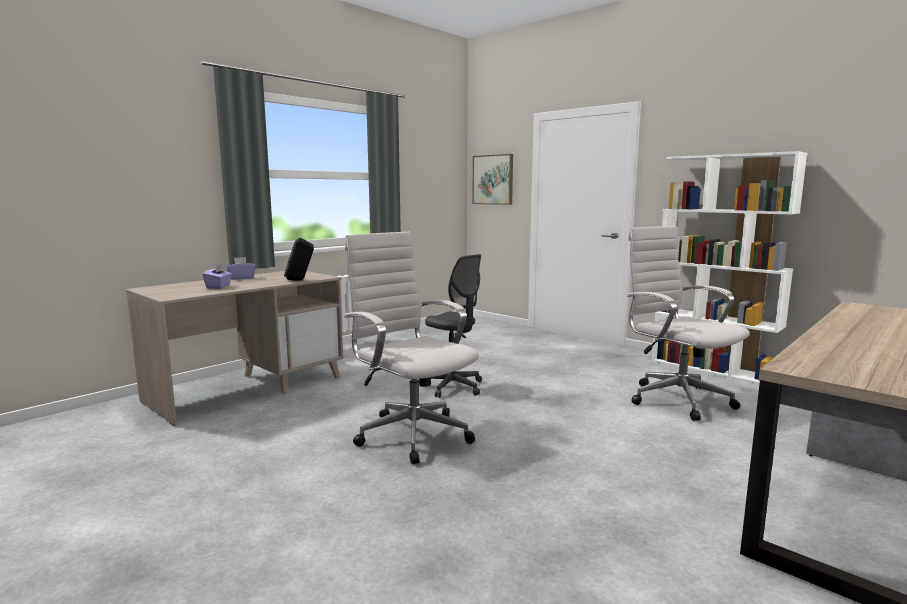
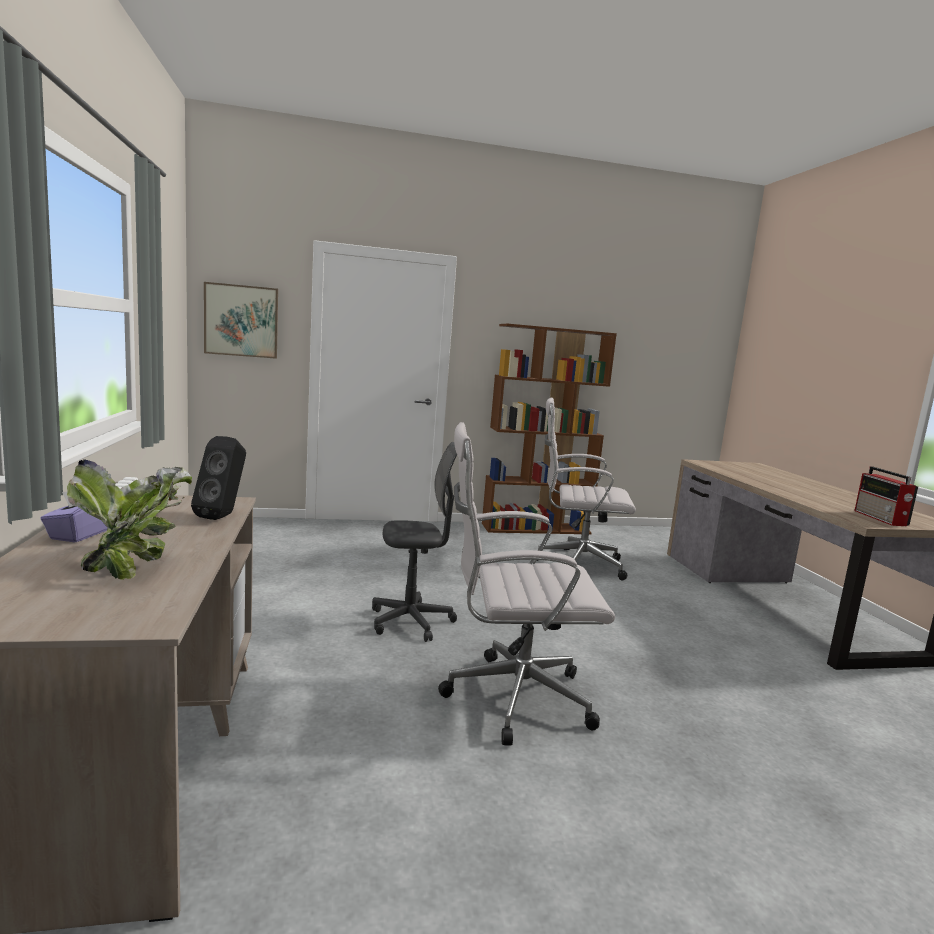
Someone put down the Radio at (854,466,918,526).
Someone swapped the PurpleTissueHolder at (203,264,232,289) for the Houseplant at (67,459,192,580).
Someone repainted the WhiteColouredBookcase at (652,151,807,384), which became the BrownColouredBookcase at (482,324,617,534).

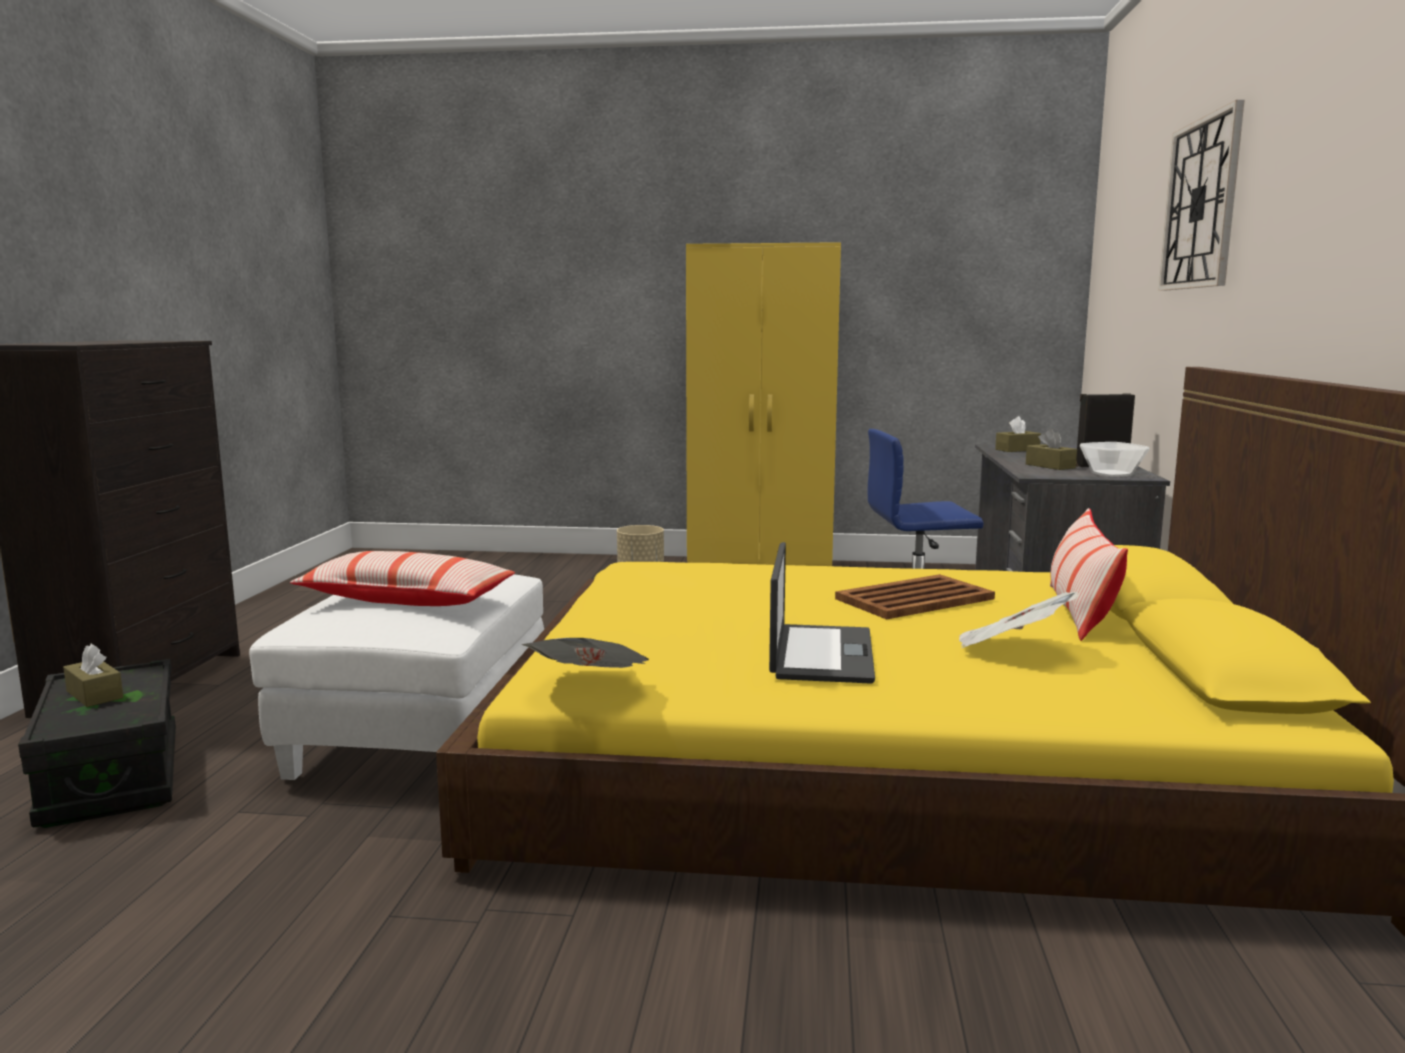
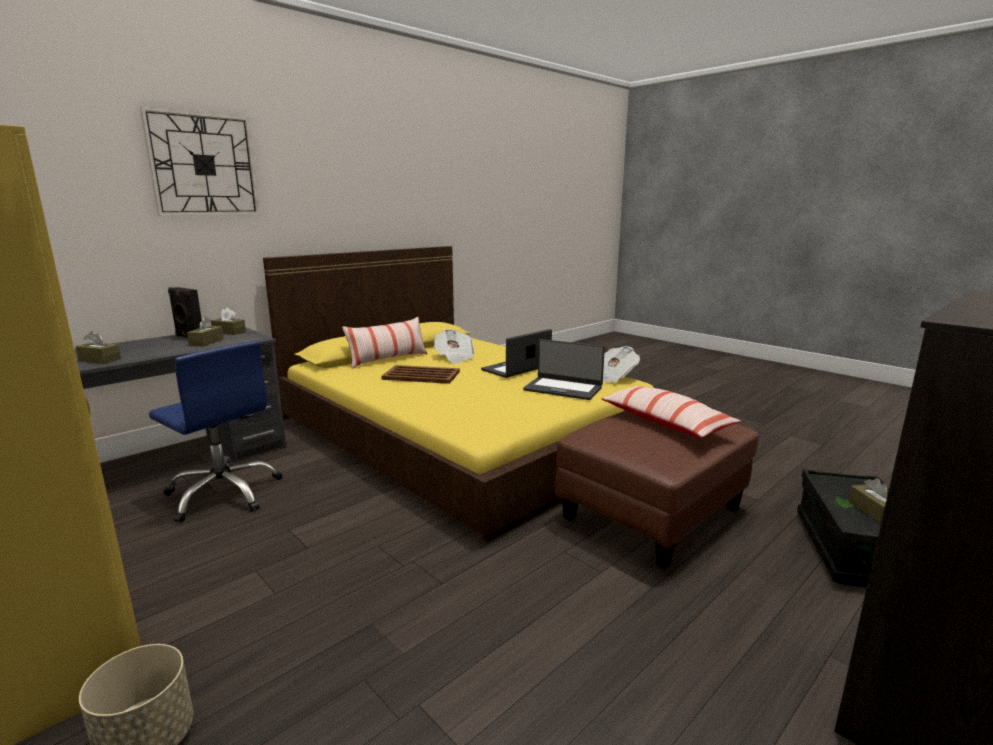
Someone put down the Laptop at (523,339,605,400).
Someone swapped the DeepDish at (1080,442,1150,477) for the BrownColouredTissueHolder at (211,308,246,335).
Someone repainted the WhiteColouredFootrest at (249,574,544,780), which became the BrownColouredFootrest at (555,410,759,569).

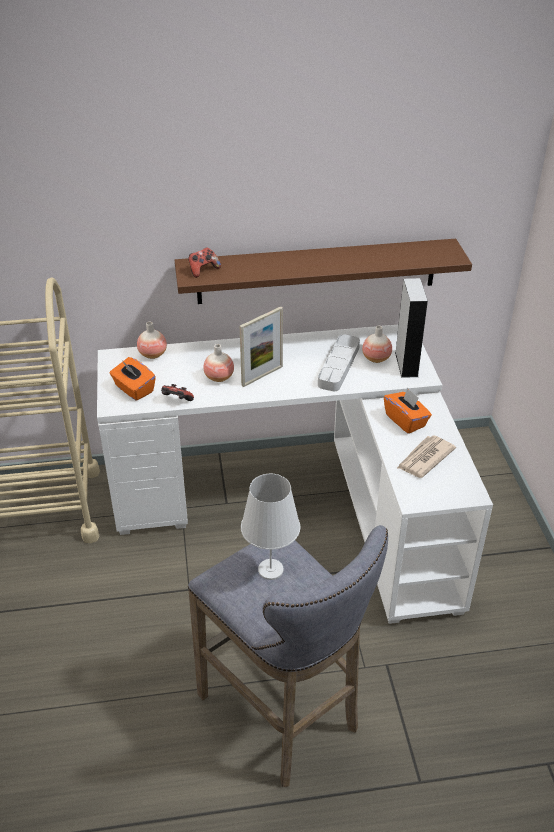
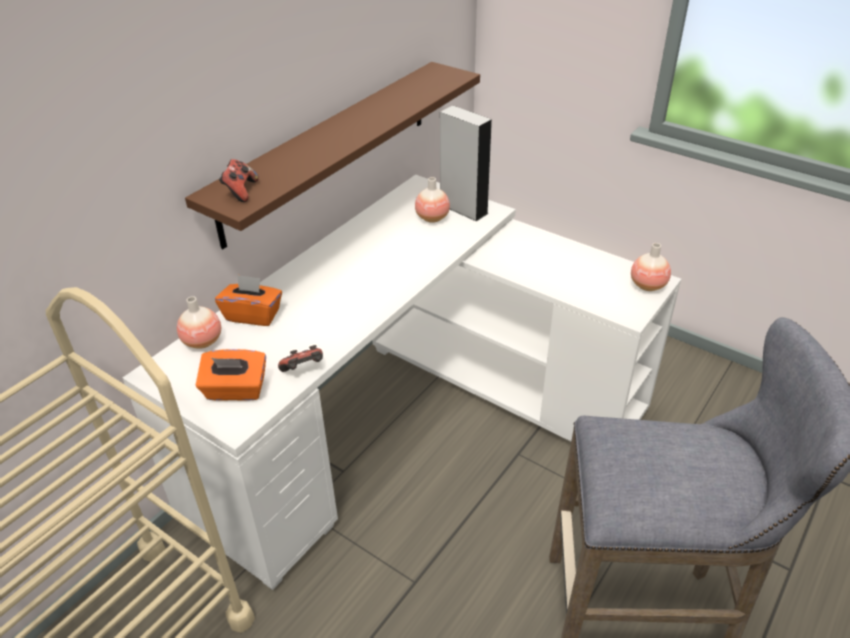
Someone took away the StandingFrame at (240,306,283,387).
Someone took away the WhiteColouredTabletopLamp at (241,474,301,580).
Someone took away the GreyServingTray at (318,334,360,391).
Someone took away the Newspaper at (397,435,456,478).
Someone carried the Vase from (203,344,234,382) to (631,243,671,291).
Someone carried the OrangeTissueHolder from (384,388,432,434) to (215,274,282,326).

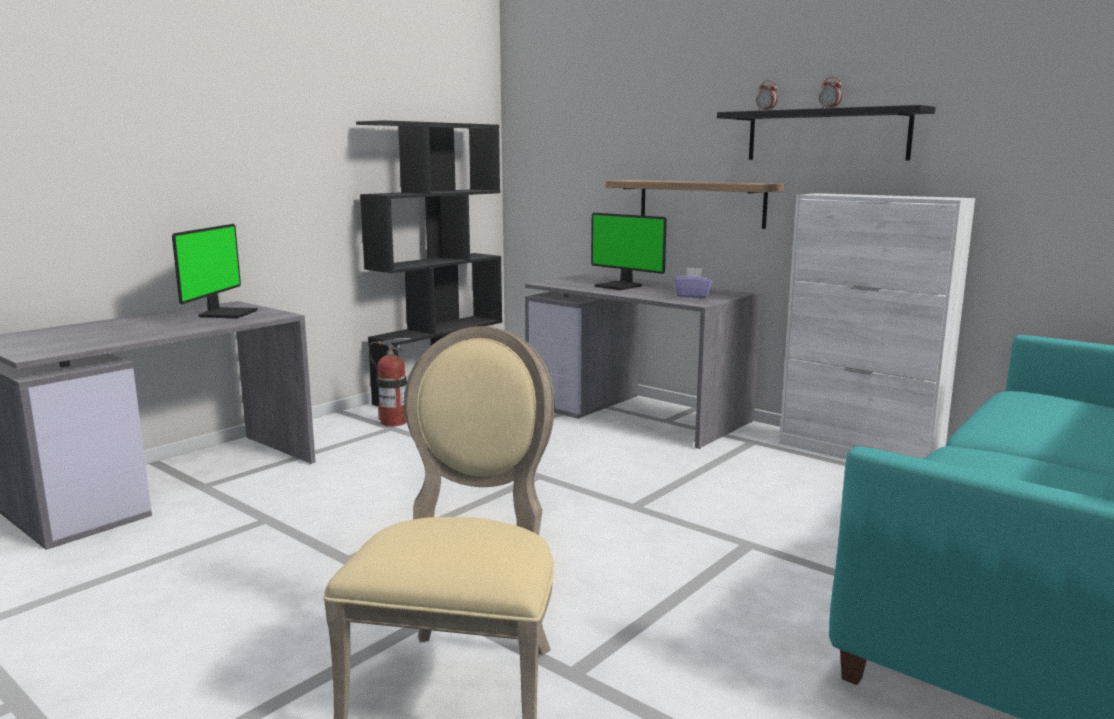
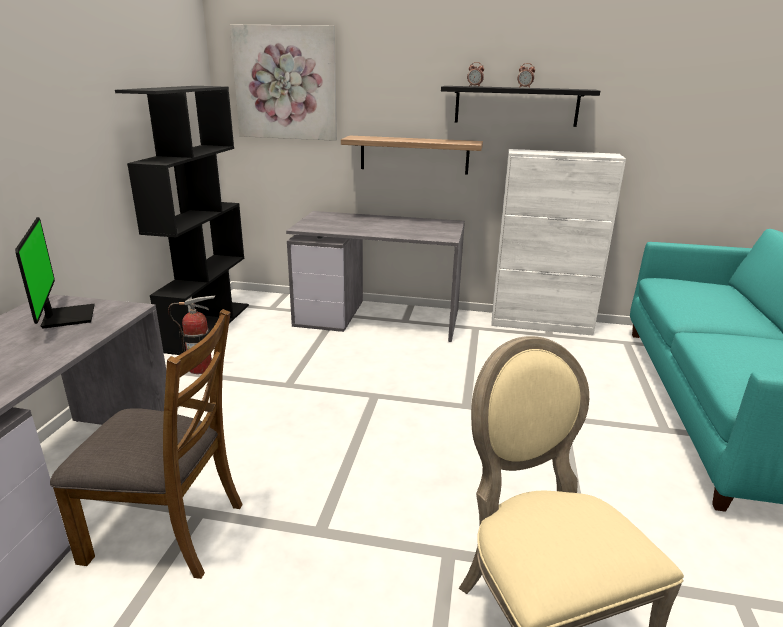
Someone took away the ComputerScreen at (591,213,667,290).
Someone took away the PurpleTissueHolder at (674,268,713,298).
Someone put down the BrownColouredChair at (50,309,243,579).
Someone put up the WallArt at (230,25,337,141).

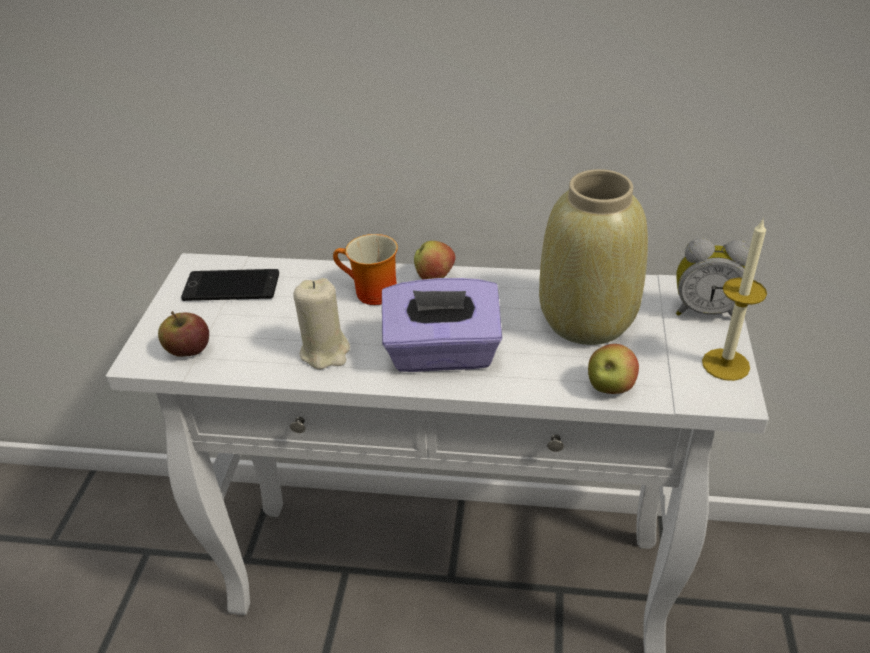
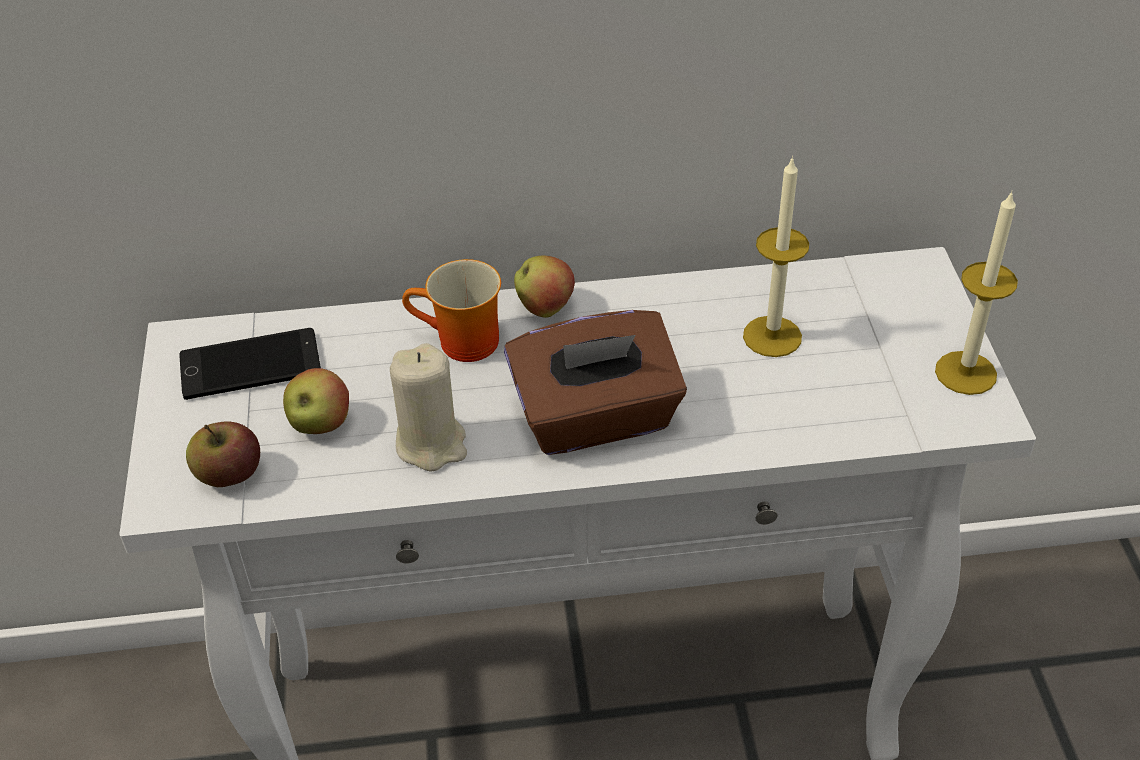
Someone took away the BedsideClock at (676,238,750,317).
Someone carried the AppleFruit from (588,344,639,394) to (283,368,349,434).
Someone swapped the BeigeColouredVase at (539,169,648,345) for the WaxLight at (743,156,809,357).
Someone repainted the PurpleTissueHolder at (382,278,502,372), which became the BrownColouredTissueHolder at (504,310,687,455).

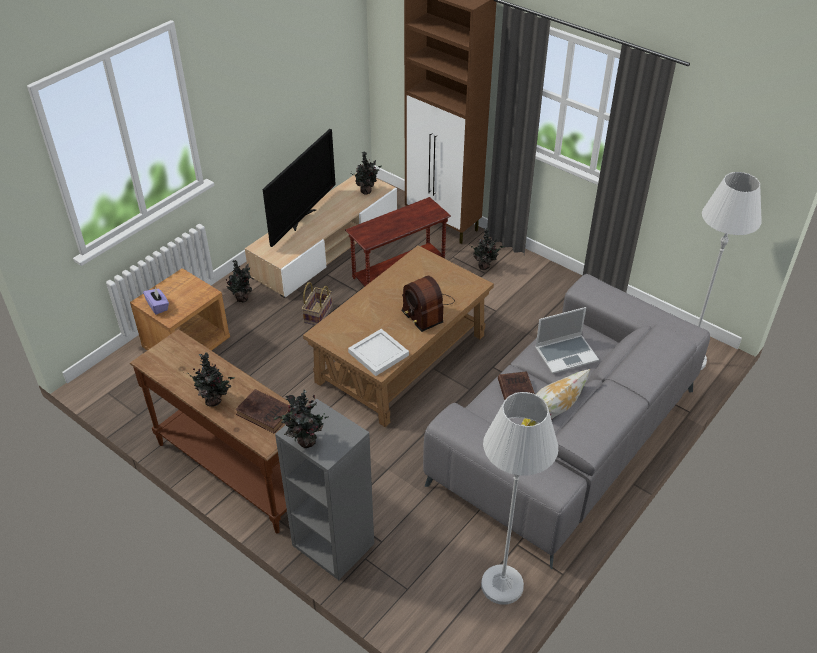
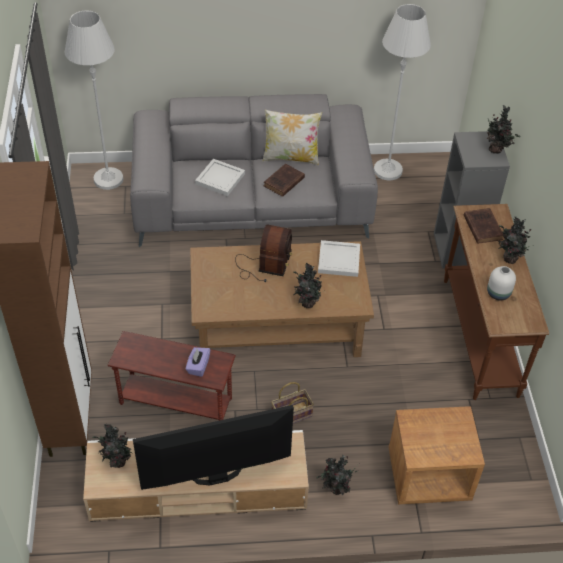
Someone put down the WhiteColouredVase at (487,266,516,301).
Someone carried the PurpleTissueHolder from (143,287,169,315) to (186,347,211,377).
Someone carried the Houseplant from (470,228,504,270) to (293,263,322,308).
Someone swapped the Laptop at (535,307,599,374) for the WhiteColouredServingTray at (195,159,245,196).

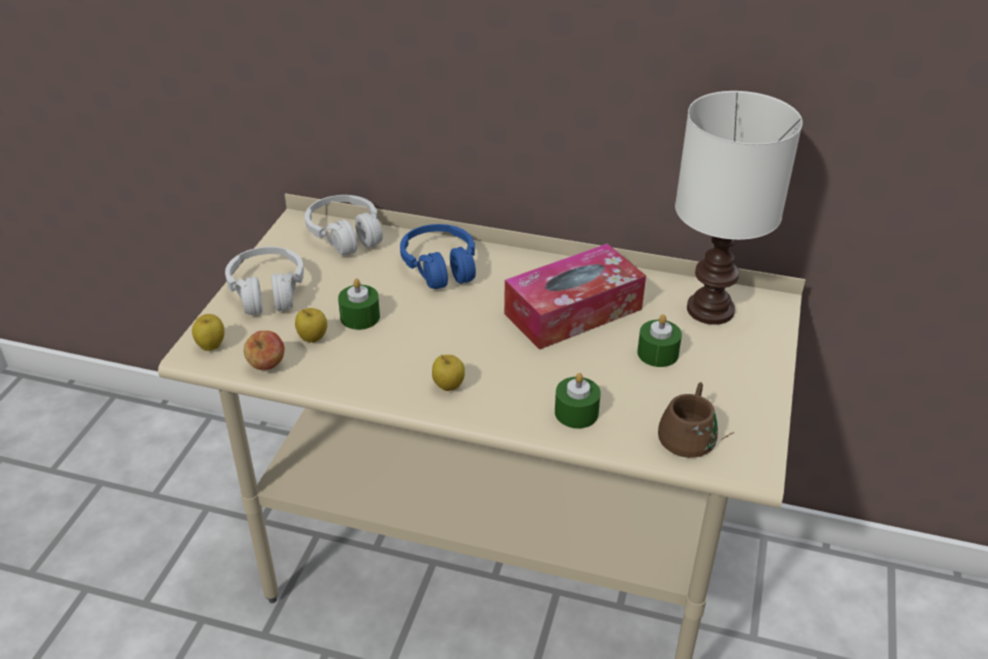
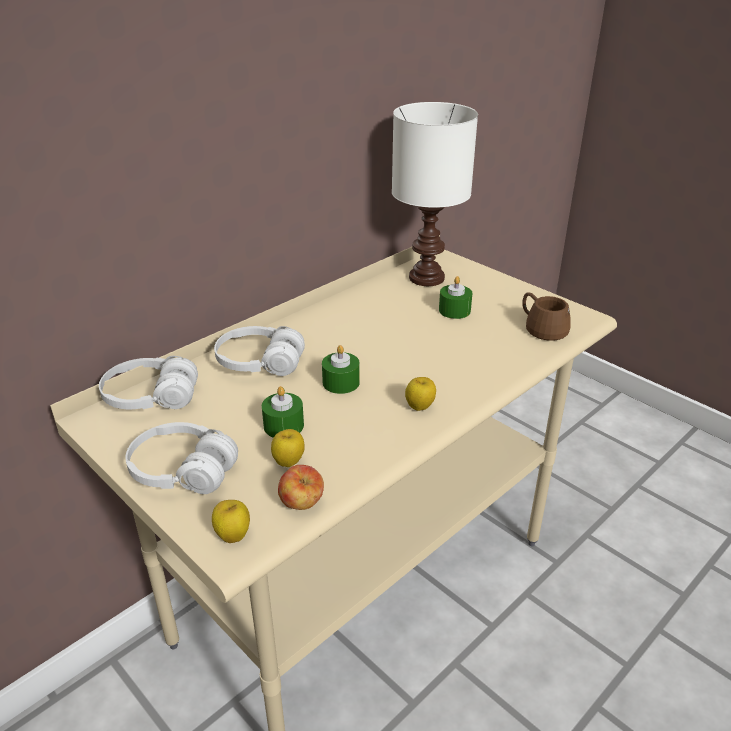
Someone took away the TissueHolder at (504,243,646,350).
Someone carried the GreenWaxLight from (555,373,601,428) to (322,345,360,394).
Someone repainted the BluishHeadphones at (400,224,476,289), which became the WhiteColouredHeadphones at (214,326,305,376).

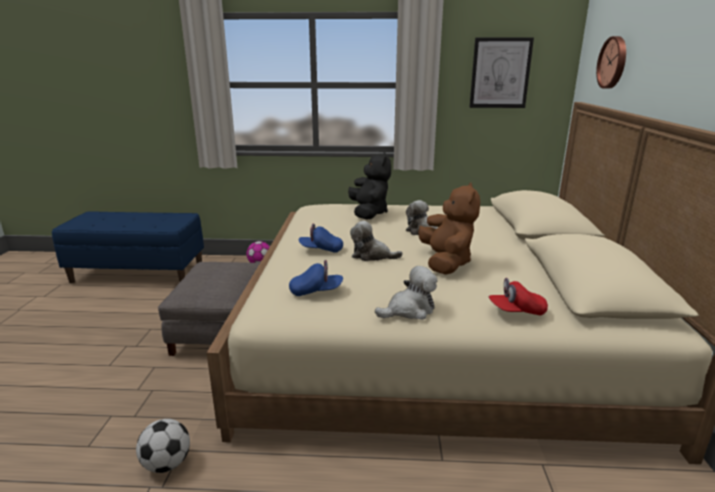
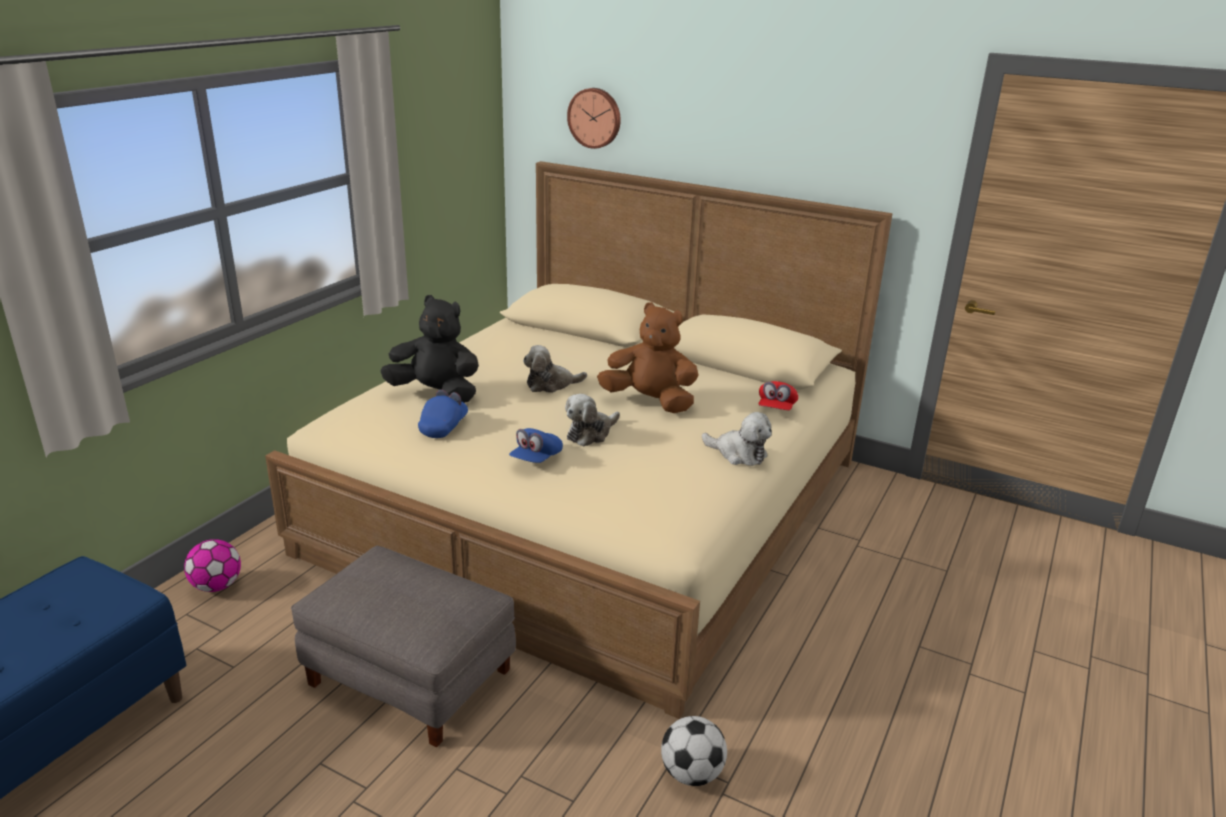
Someone took away the WallArt at (470,37,534,108).
Someone carried the BluishCap from (289,260,343,296) to (418,389,468,438).
Someone rotated the PlushToy at (375,266,438,320) by 120 degrees clockwise.

